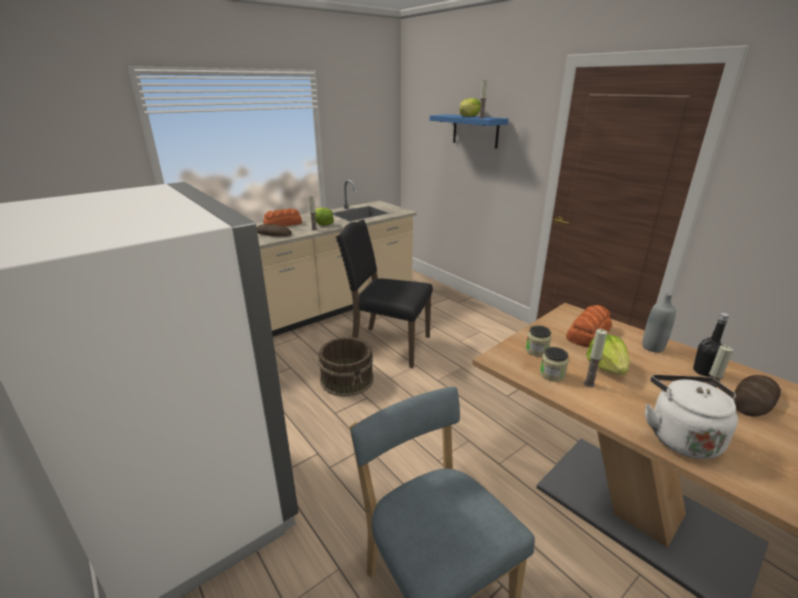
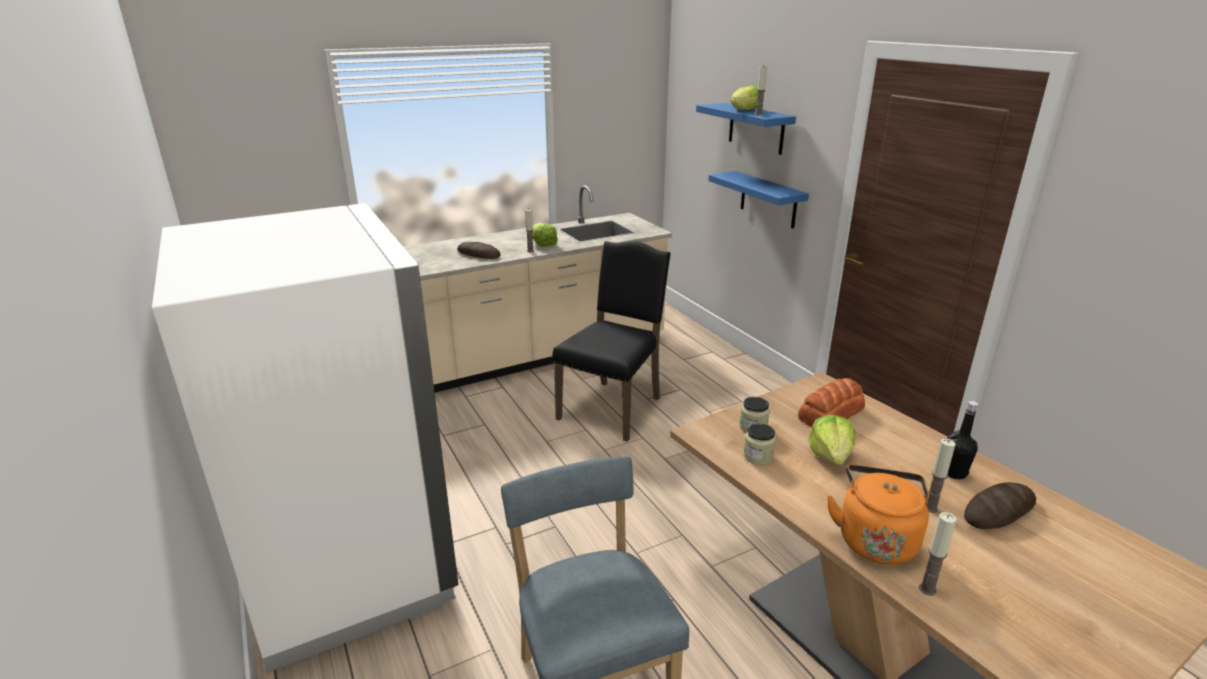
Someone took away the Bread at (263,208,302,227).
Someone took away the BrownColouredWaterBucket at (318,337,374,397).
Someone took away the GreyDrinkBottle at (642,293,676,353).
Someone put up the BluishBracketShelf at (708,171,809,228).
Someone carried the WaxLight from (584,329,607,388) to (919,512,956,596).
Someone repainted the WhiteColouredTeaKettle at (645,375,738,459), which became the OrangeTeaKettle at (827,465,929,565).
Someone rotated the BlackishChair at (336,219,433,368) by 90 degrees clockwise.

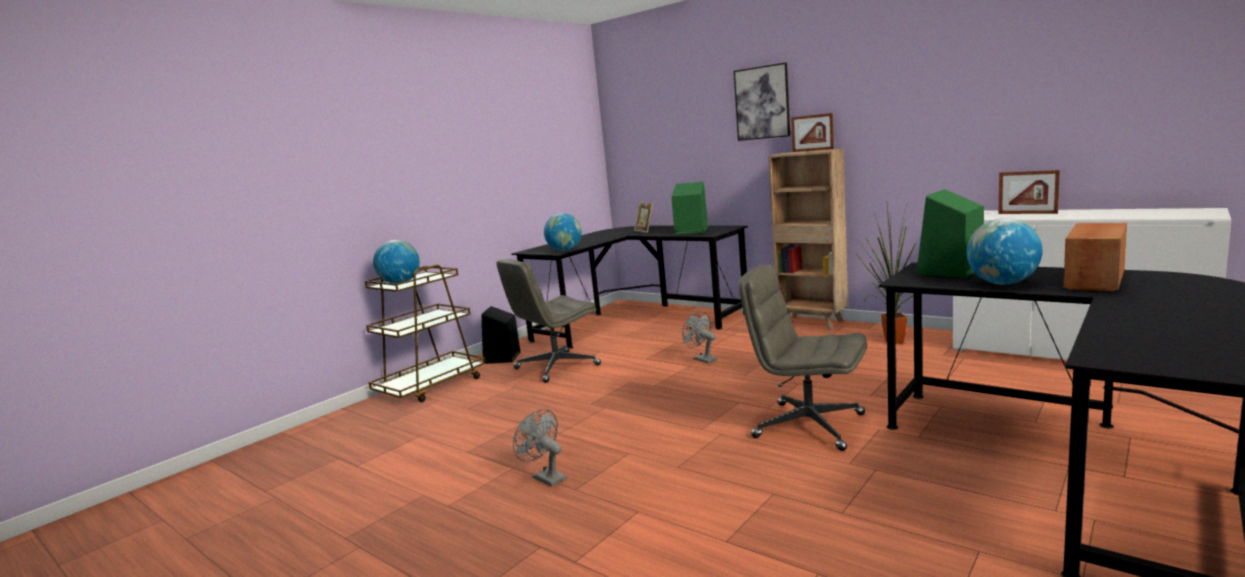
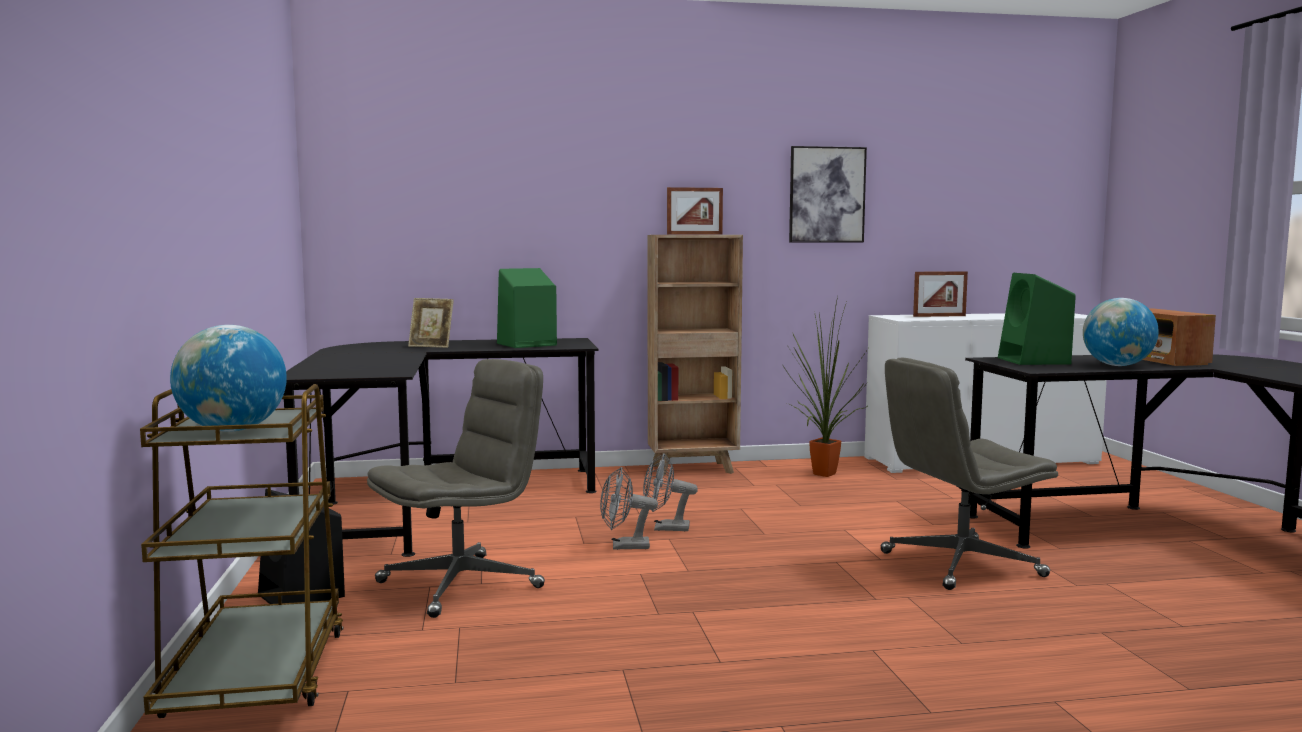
Someone took away the DeskGlobe at (544,213,582,251).
Someone carried the GreyElectricFan from (513,409,566,487) to (600,467,658,550).
Someone carried the WallArt from (734,62,790,141) to (789,146,867,243).
Someone rotated the GreyComputerChair at (496,259,601,383) by 135 degrees counterclockwise.

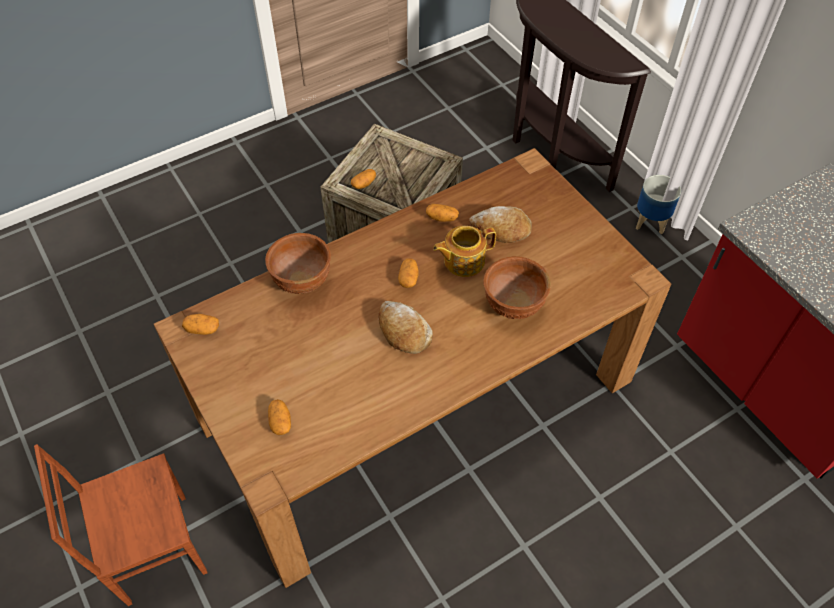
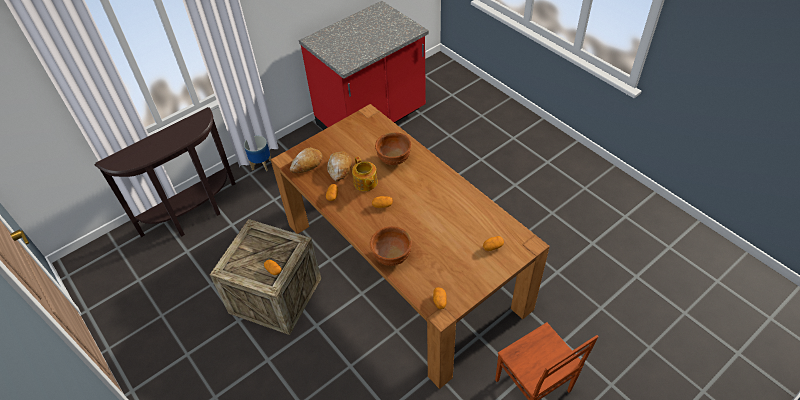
Someone carried the Bread from (379,301,433,354) to (290,148,322,173).

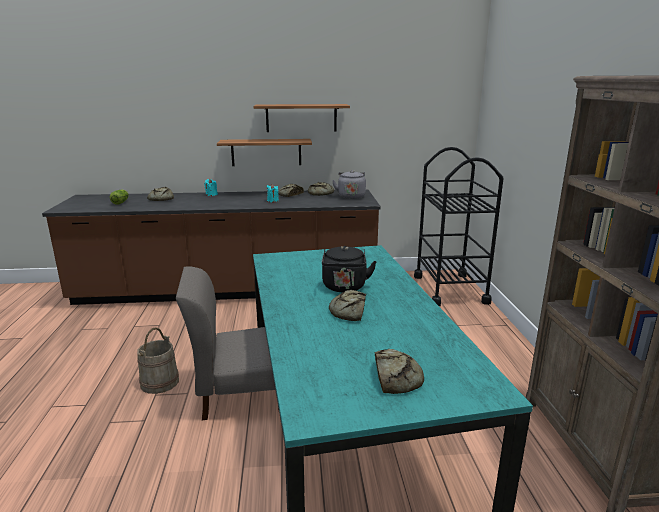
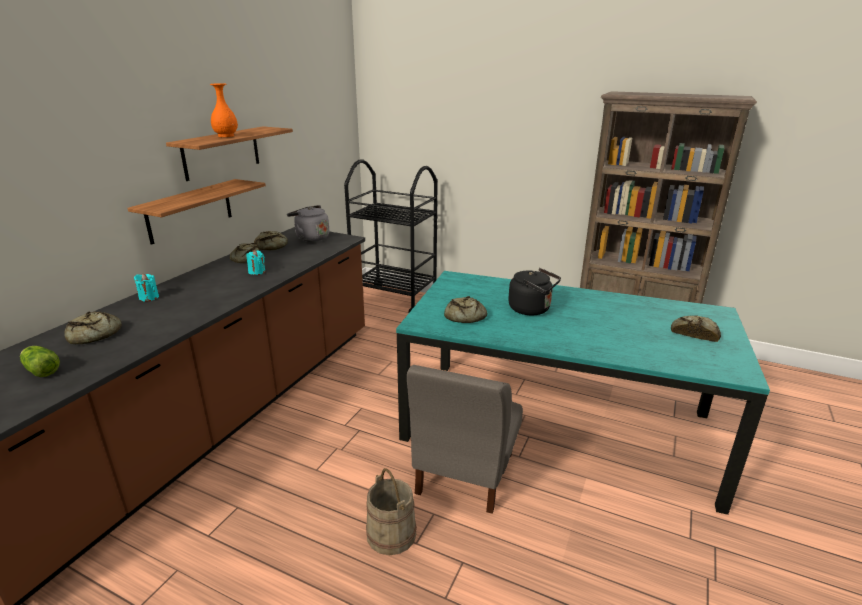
Someone put down the OrangeVase at (210,83,238,137).
Someone carried the Bread from (329,290,367,321) to (444,296,487,323).

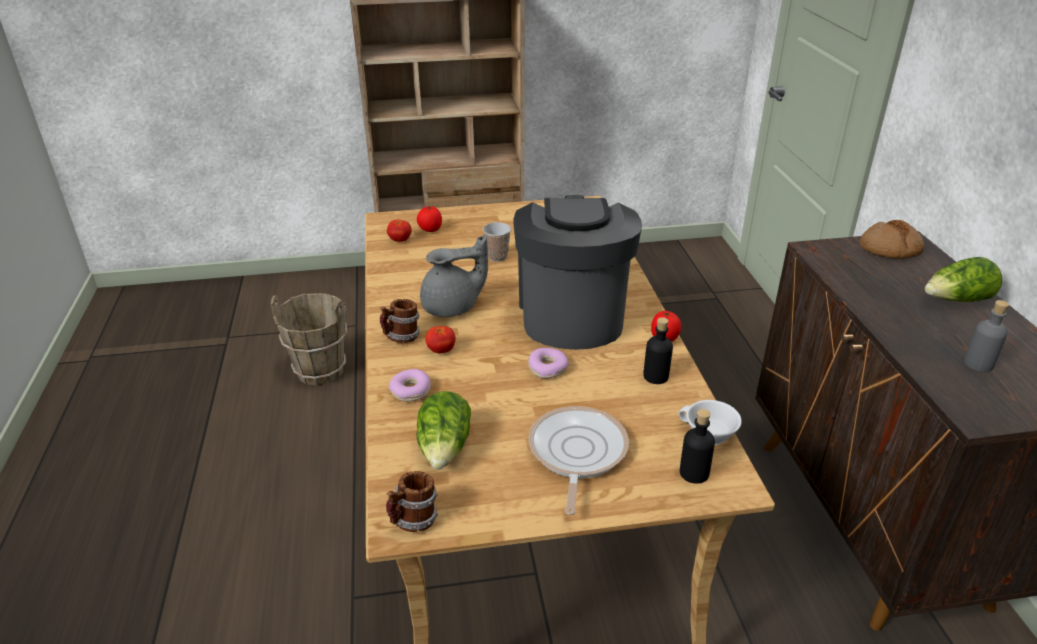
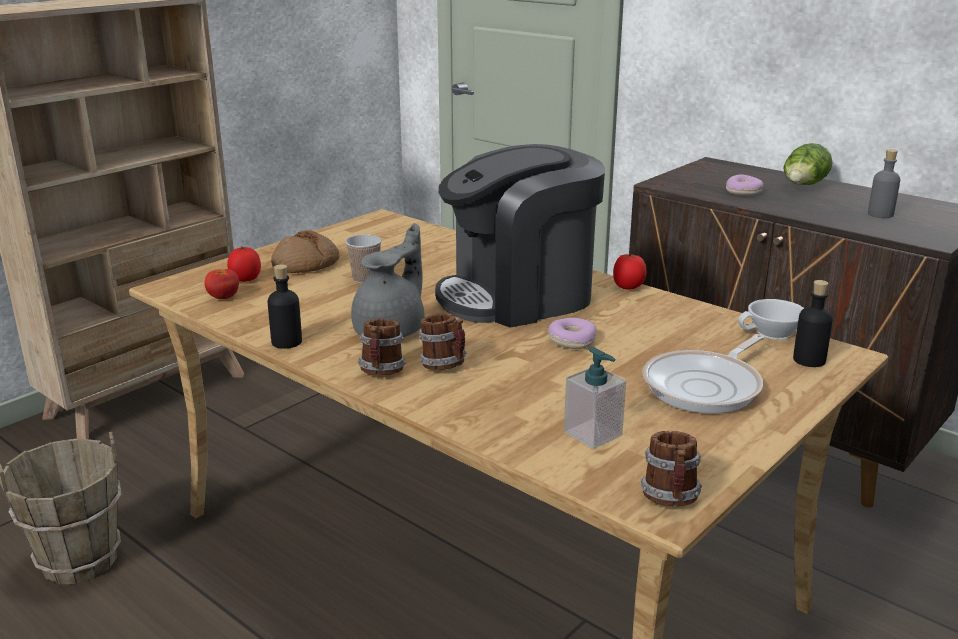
Someone carried the Doughnut from (389,369,431,402) to (726,175,764,195).
Someone carried the BlackishDrinkBottle from (643,317,673,384) to (268,265,302,349).
Someone carried the Bread from (860,220,925,259) to (271,230,340,273).
Someone swapped the HeadOfLettuce at (416,391,471,469) for the SoapDispenser at (564,347,626,449).
Someone swapped the FreshTomato at (425,326,456,353) for the CoffeeMug at (419,313,467,370).
Someone rotated the CoffeeBrewer at (513,195,642,350) by 75 degrees counterclockwise.
Someone rotated the FryingPan at (528,406,629,515) by 105 degrees counterclockwise.

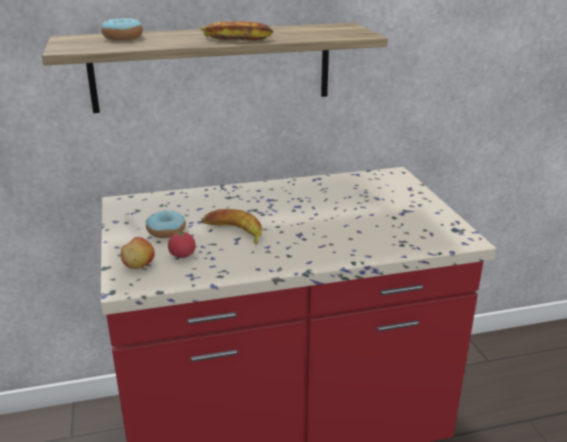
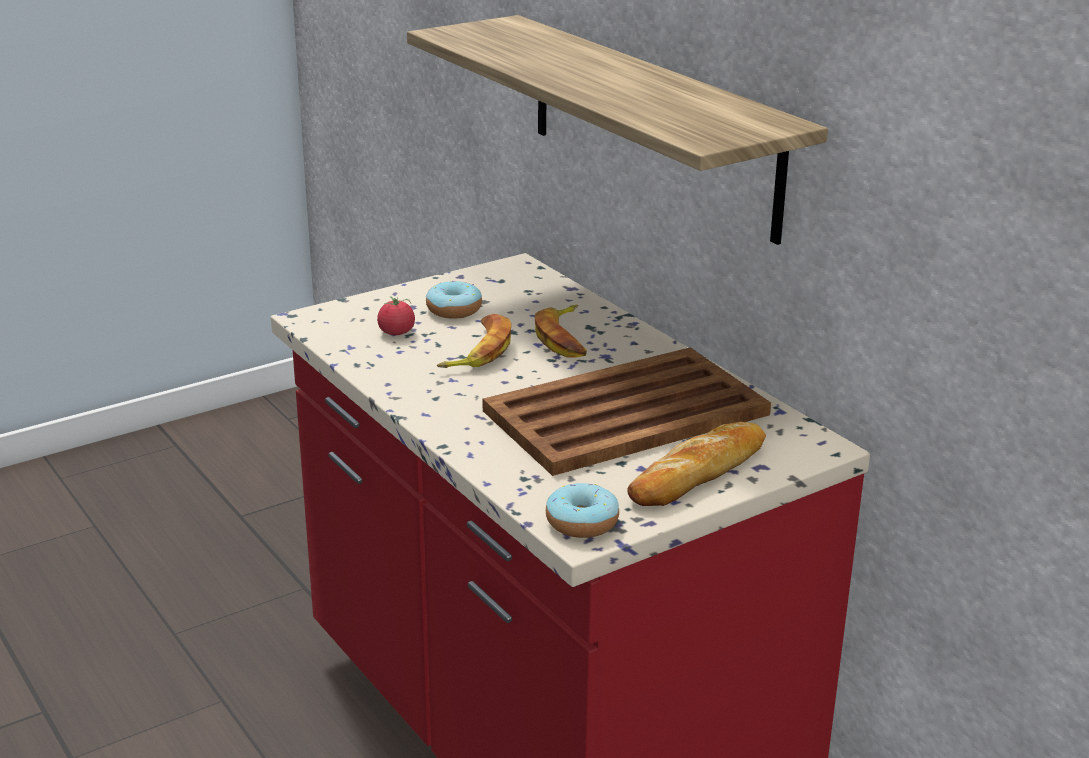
Someone took away the AppleFruit at (121,237,155,269).
Someone put down the BrownColouredServingTray at (483,347,771,476).
Someone put down the Bread at (627,422,766,506).
Someone carried the Doughnut from (101,18,143,40) to (546,483,619,538).
Someone carried the BananaFruit from (200,21,273,40) to (535,305,587,358).

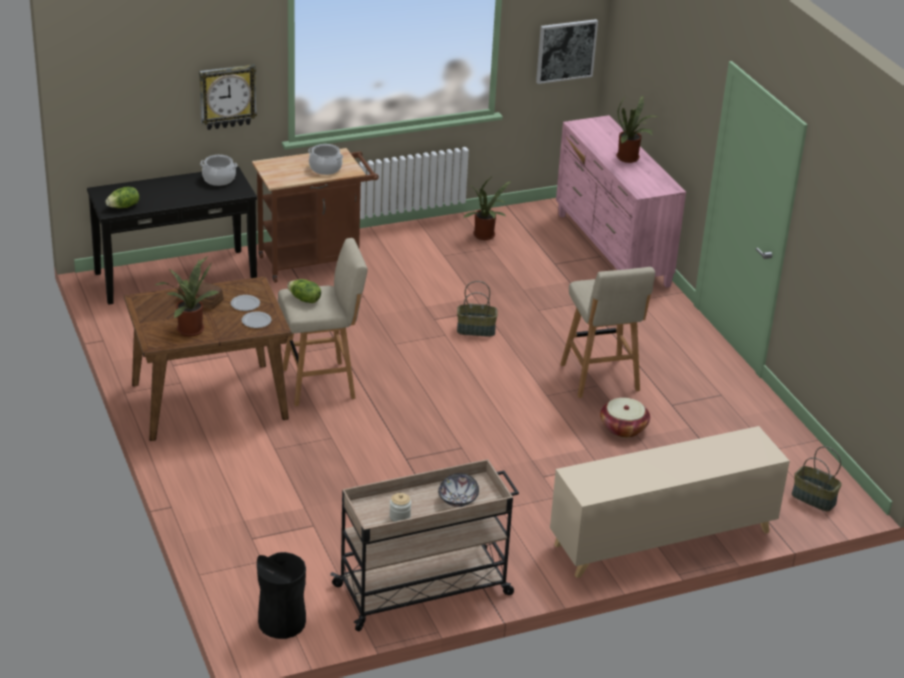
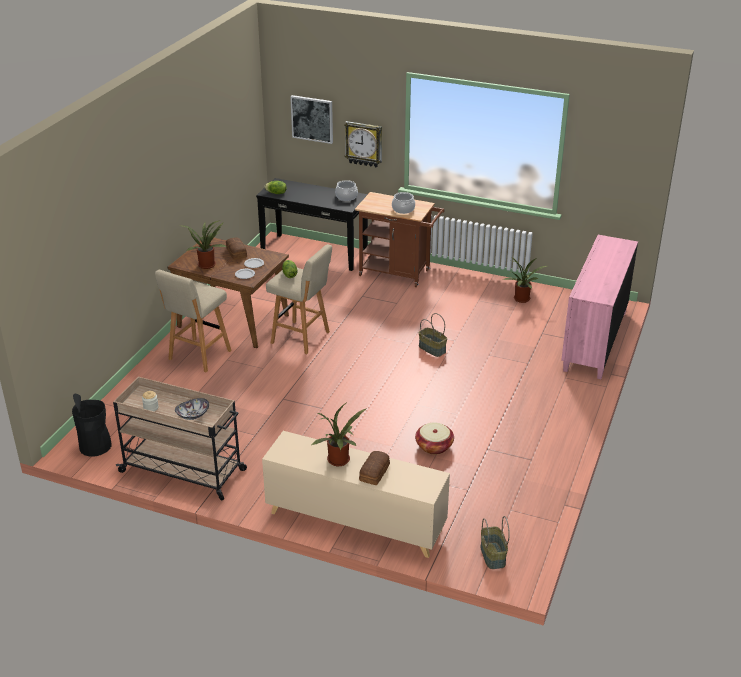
Someone put down the Bread at (359,451,390,485).
Someone carried the WallArt from (536,19,598,84) to (290,95,333,144).
Someone carried the BeigeColouredSittingStool from (560,267,655,398) to (155,270,231,373).
Someone carried the Houseplant from (617,95,659,163) to (312,402,367,466).

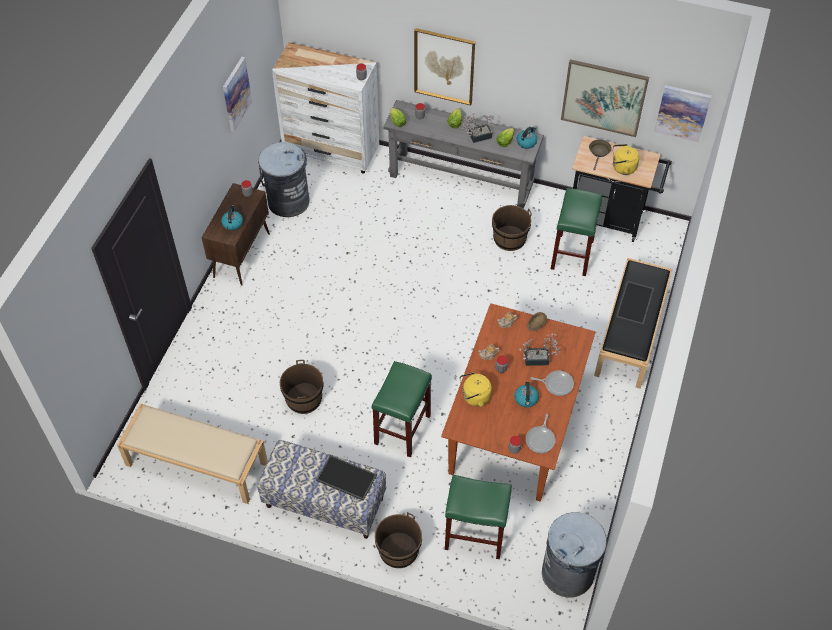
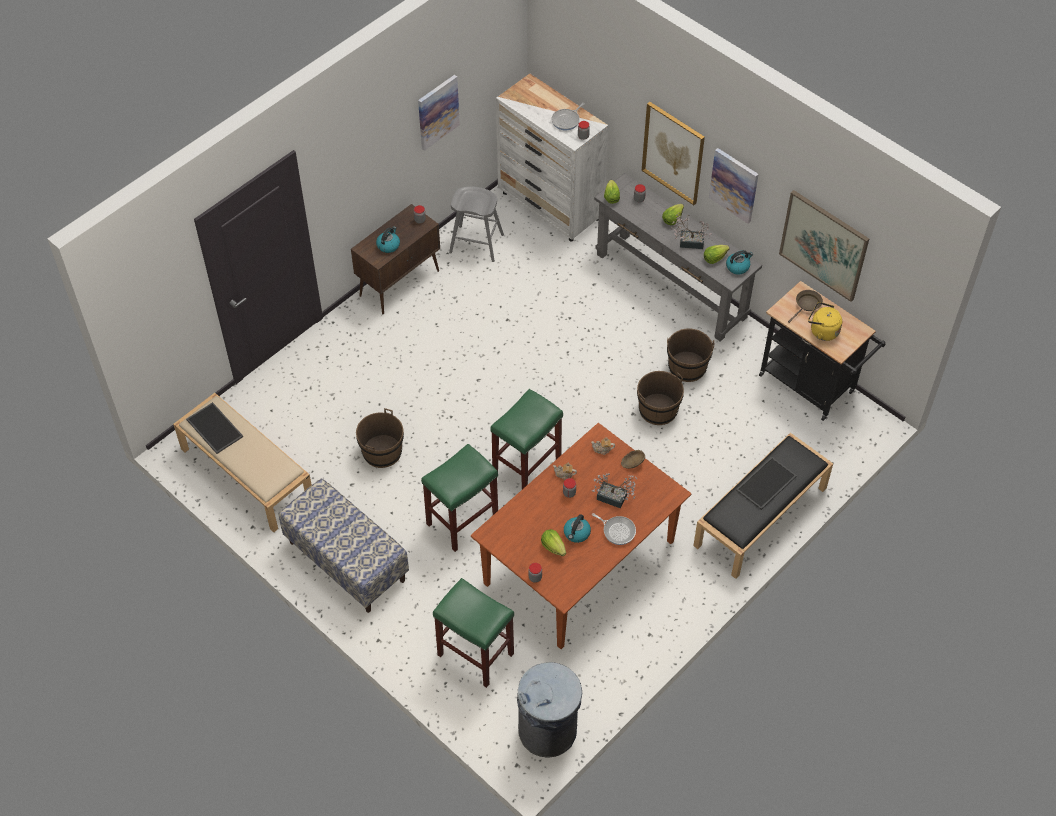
Someone took away the YellowTeaKettle at (460,372,492,407).
Someone put down the HeadOfLettuce at (541,529,566,556).
Someone carried the ServingTray from (316,455,377,501) to (186,402,243,454).
Someone carried the BrownColouredWaterBucket from (375,512,422,568) to (637,371,684,425).
Someone carried the FryingPan from (526,414,556,453) to (551,103,585,130).
Someone carried the GreenSittingStool from (551,188,602,276) to (490,389,563,489).
Someone carried the WallArt from (654,85,712,142) to (709,148,759,224).
Someone swapped the GreyRubbishBin at (258,142,309,217) for the GreySittingStool at (449,186,504,262).

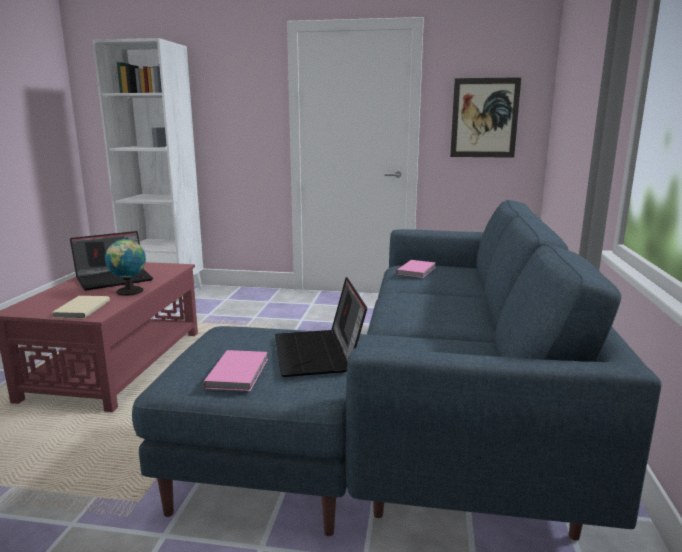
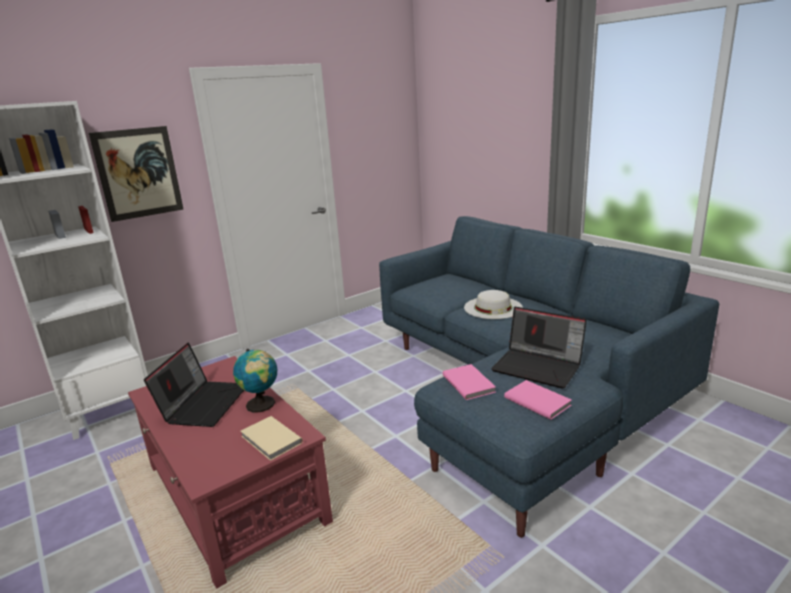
Someone put down the WhiteColouredWearableHat at (464,290,523,319).
Someone carried the PinkishBoundBook from (396,260,435,278) to (442,364,496,400).
Someone carried the WallArt from (450,77,521,158) to (89,126,183,222).

